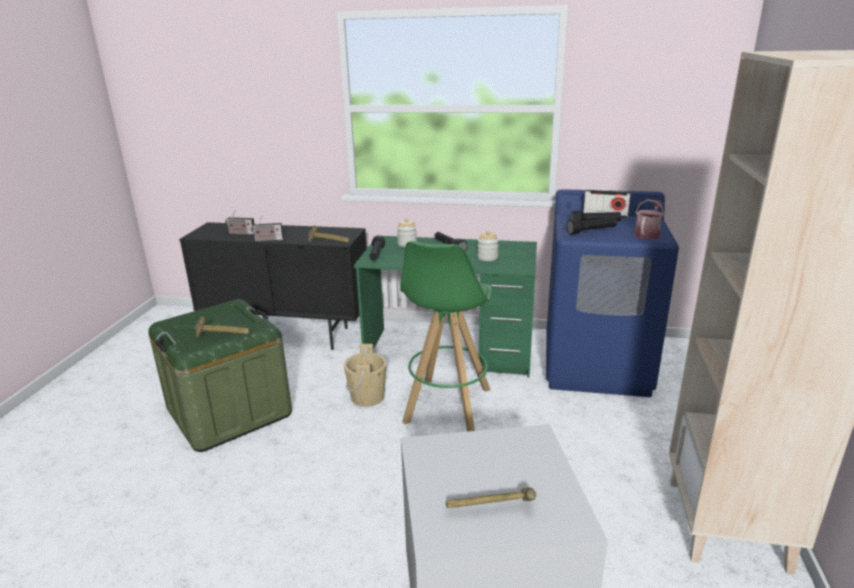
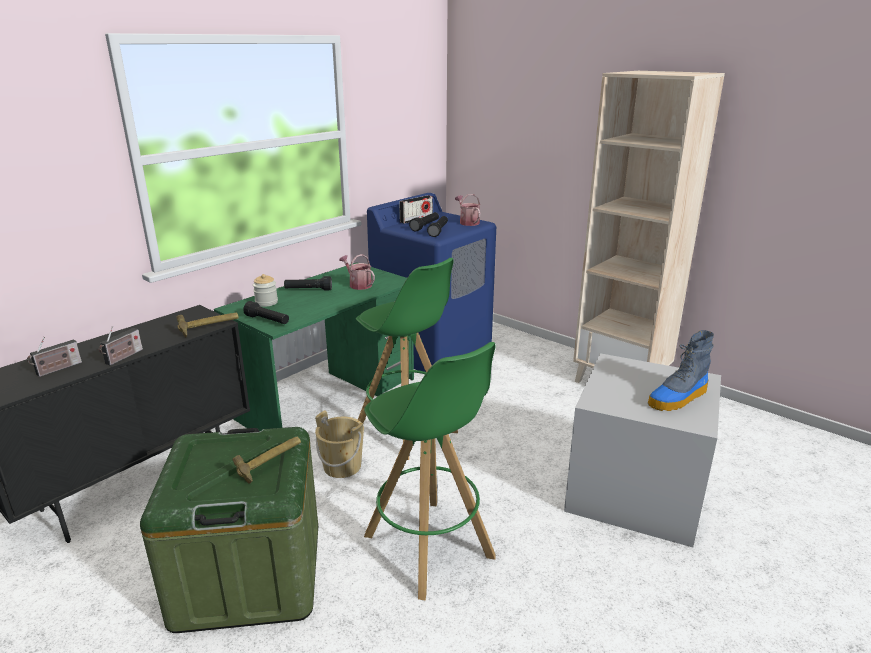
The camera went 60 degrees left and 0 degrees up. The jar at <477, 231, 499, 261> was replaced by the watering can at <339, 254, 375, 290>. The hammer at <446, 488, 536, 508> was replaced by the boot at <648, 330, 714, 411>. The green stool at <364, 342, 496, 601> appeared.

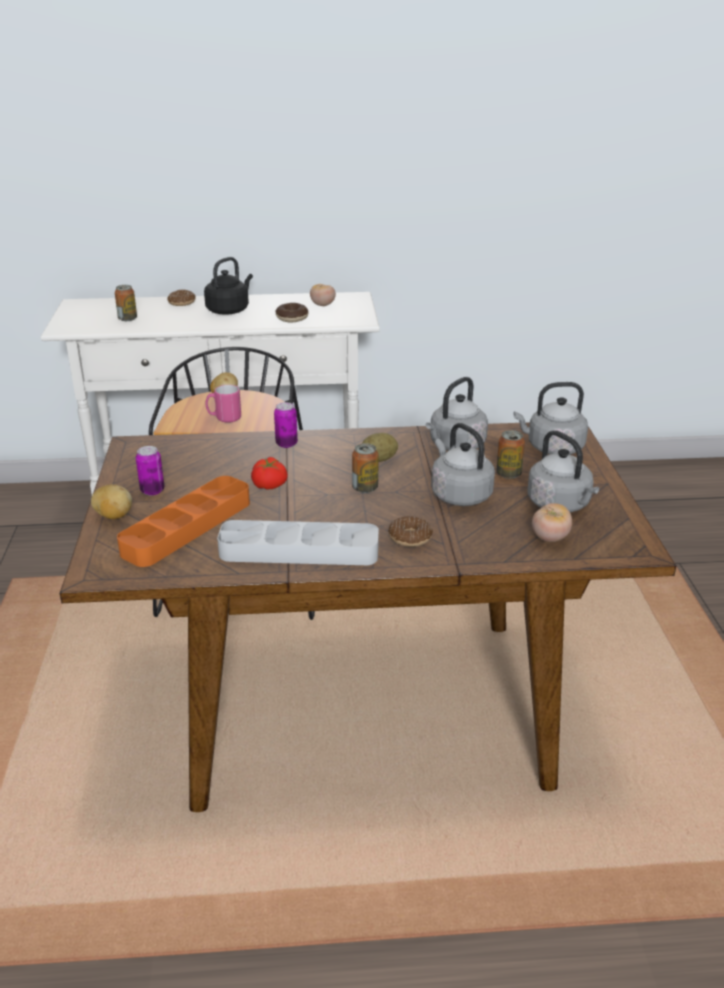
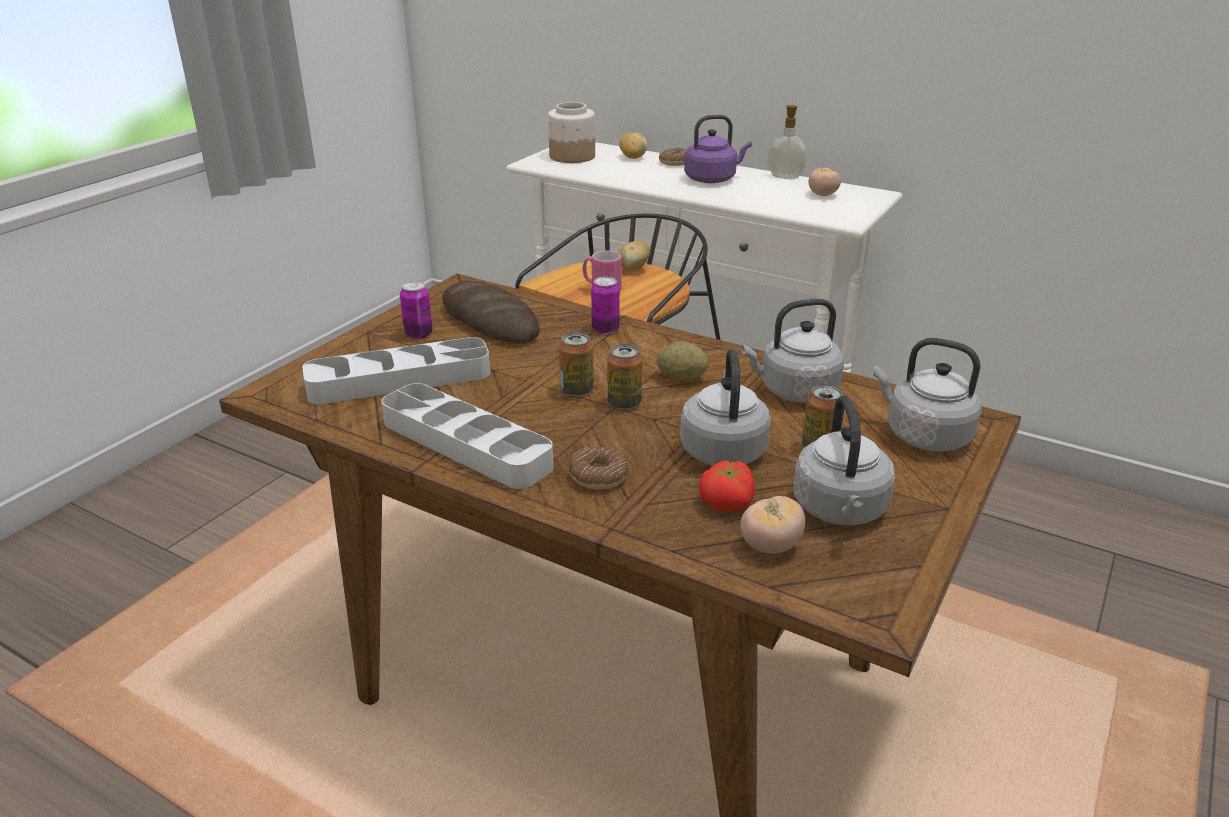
The camera went 35 degrees right and 0 degrees up. The black kettle at <204, 257, 253, 315> became the purple kettle at <684, 115, 752, 183>. The can moved from <115, 285, 137, 321> to <559, 332, 594, 396>. The donut at <275, 303, 308, 323> disappeared. The tomato moved from <251, 457, 288, 489> to <699, 460, 755, 511>. The orange tray at <117, 476, 250, 567> became the grey tray at <303, 337, 490, 404>. The potato moved from <91, 484, 132, 519> to <619, 132, 648, 159>. The jar at <548, 102, 595, 163> appeared. The soap dispenser at <768, 105, 807, 179> appeared. The bread at <442, 281, 540, 344> appeared.

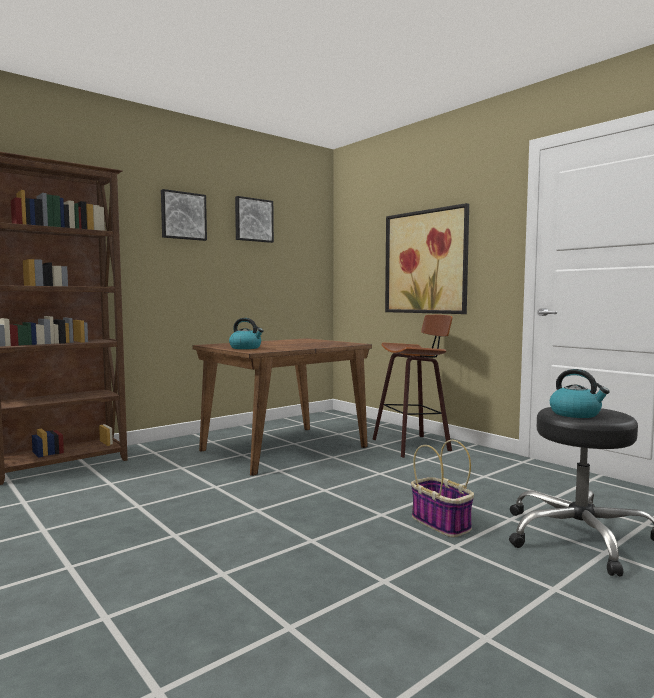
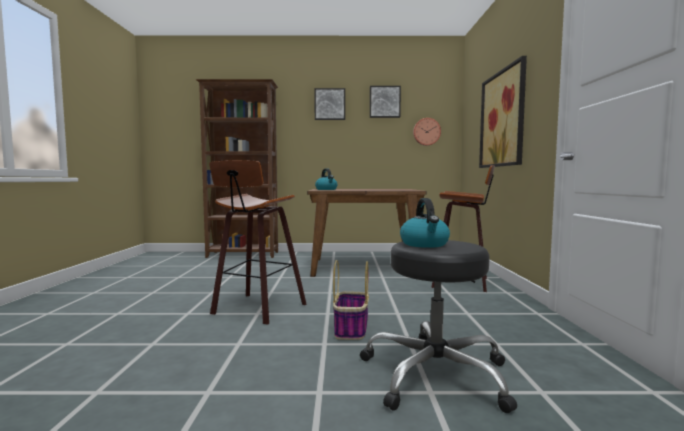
The camera went 40 degrees right and 0 degrees up. The wall clock at <413, 118, 441, 146> appeared. The stool at <209, 160, 307, 325> appeared.

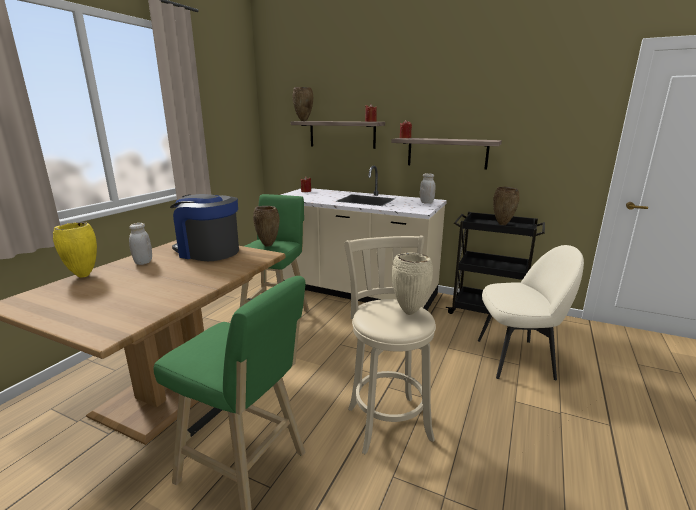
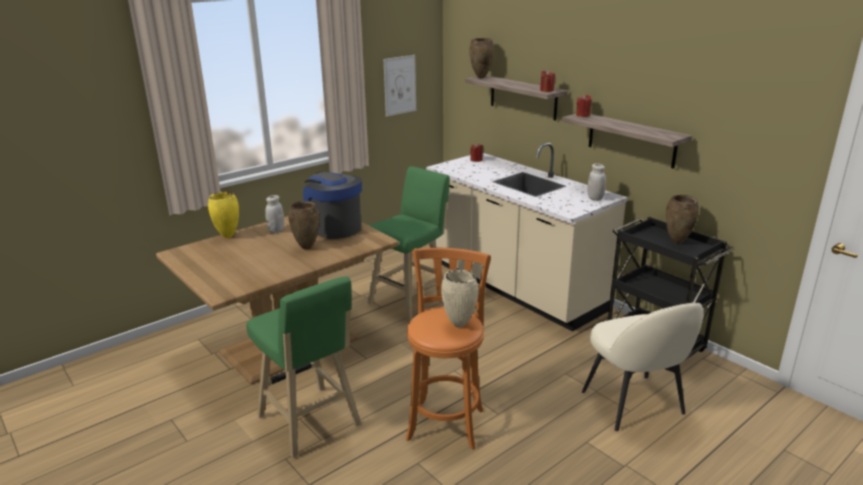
The camera went 25 degrees right and 5 degrees up. The brown vase moved from <253, 206, 280, 247> to <288, 201, 320, 249>. The beige stool at <344, 235, 436, 454> became the orange stool at <406, 248, 491, 450>. The beige chair at <478, 245, 584, 380> turned 45 degrees clockwise. The picture at <383, 55, 416, 117> appeared.

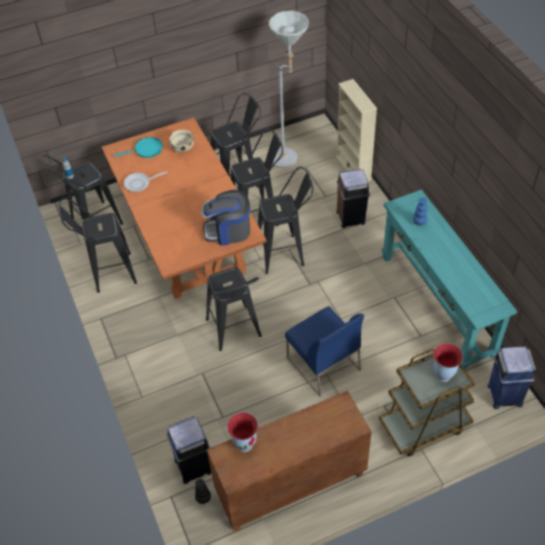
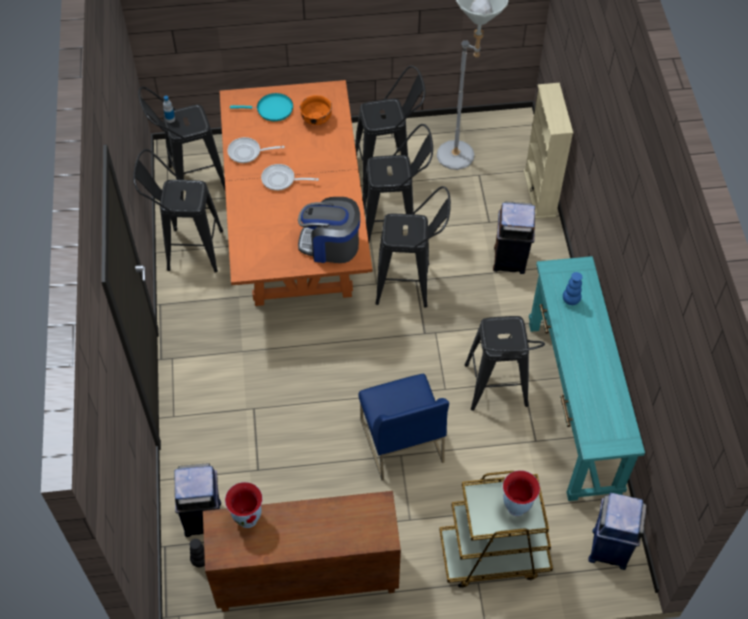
The camera went 15 degrees right and 5 degrees up. The beige bowl at <169, 130, 194, 153> became the orange bowl at <300, 95, 332, 125>. The black stool moved from <206, 267, 262, 351> to <465, 316, 545, 411>. The frying pan at <261, 164, 319, 191> appeared.

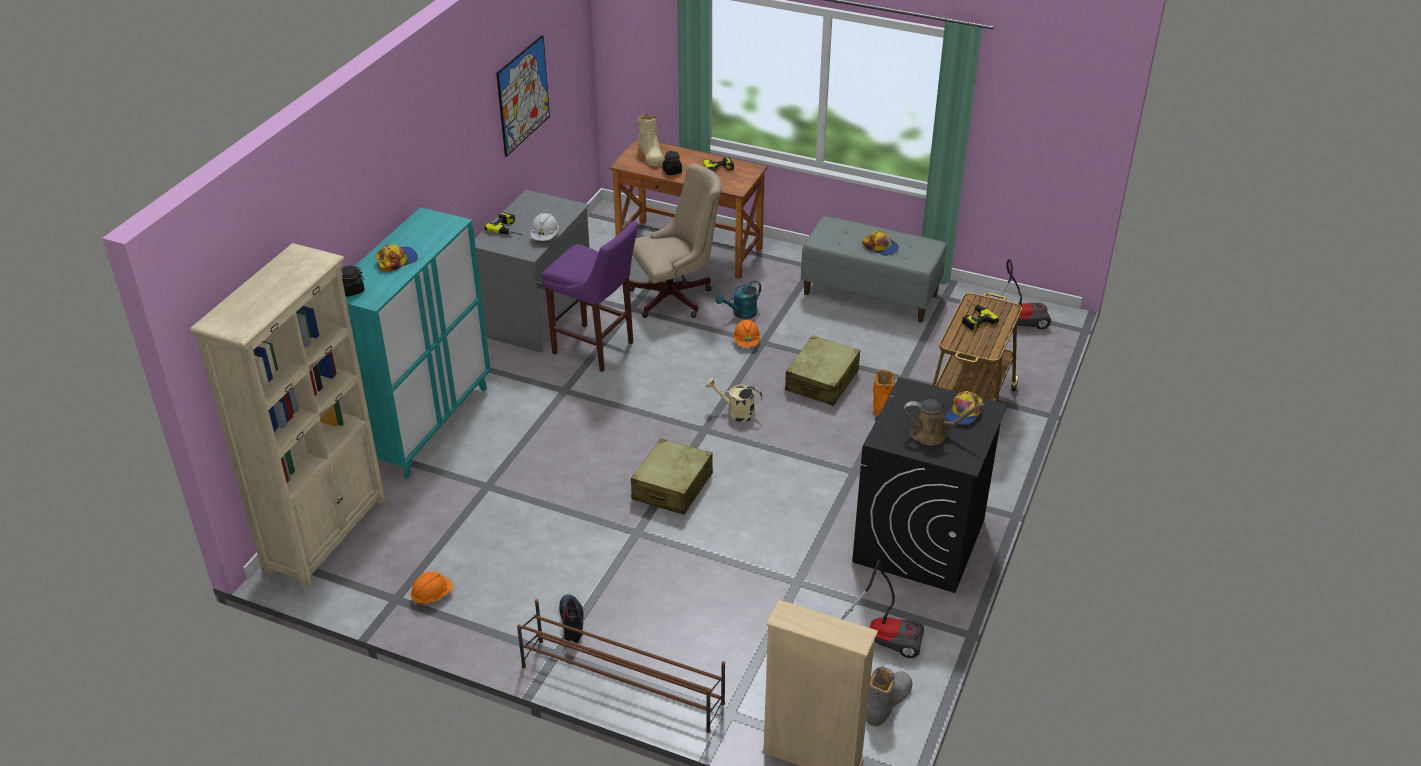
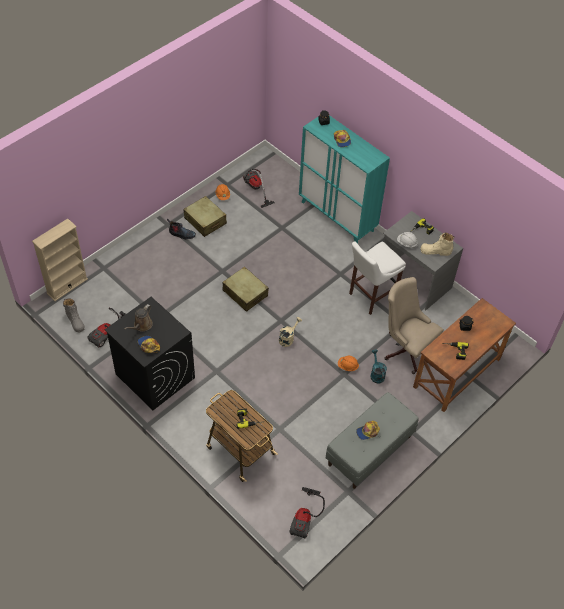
The camera went 110 degrees right and 15 degrees up. The picture at <496, 35, 550, 157> disappeared. The beige boot moved from <638, 114, 664, 166> to <421, 232, 455, 256>. The beige office chair at <629, 163, 722, 318> turned 135 degrees clockwise. The purple stool at <542, 221, 638, 372> became the white stool at <349, 241, 406, 315>. The beige bookcase at <190, 243, 387, 590> disappeared. The beige suitcase moved from <785, 335, 860, 406> to <183, 196, 227, 237>. The orange boot at <873, 370, 895, 417> disappeared. The brown shoe rack at <517, 599, 725, 733> disappeared. The vacuum cleaner at <243, 169, 275, 208> appeared.

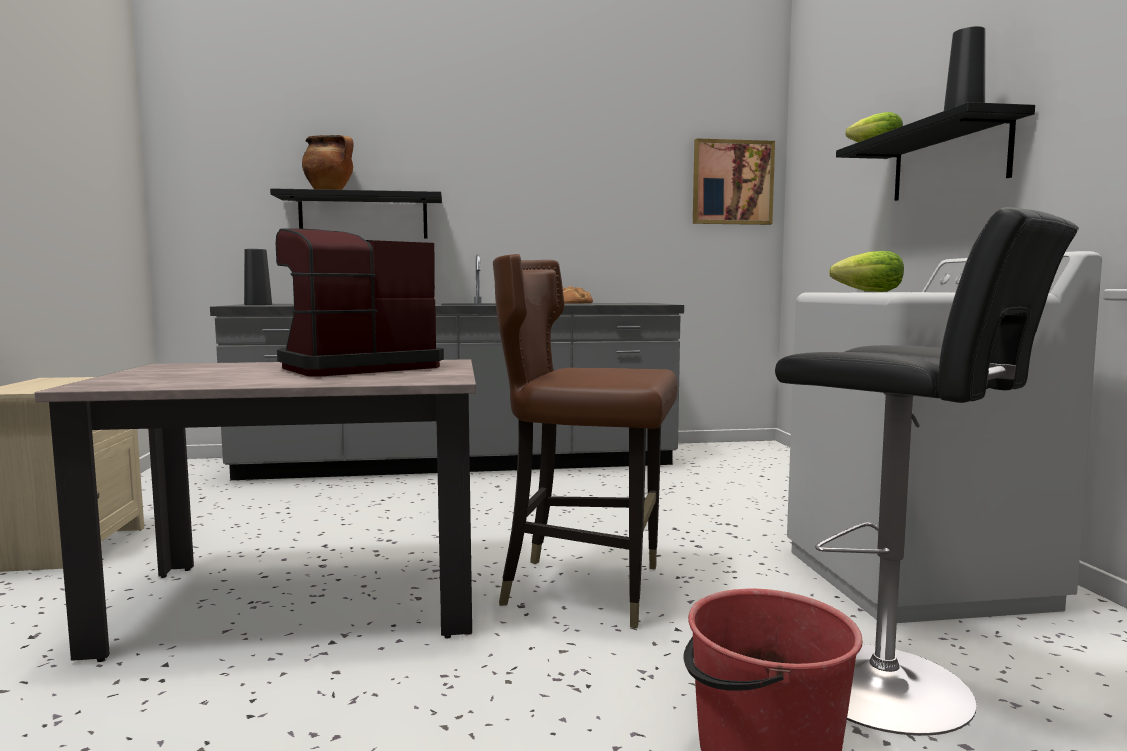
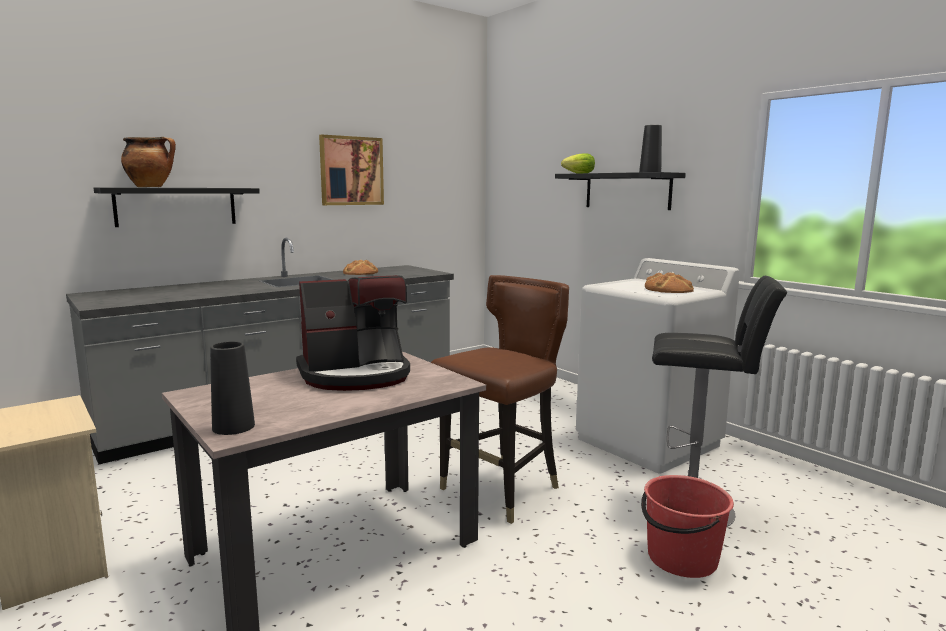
The camera went 30 degrees left and 5 degrees up. The picture moved from <693, 138, 775, 225> to <319, 134, 384, 205>. The coffee machine at <276, 228, 444, 377> turned 135 degrees counterclockwise. The black vase moved from <244, 249, 272, 305> to <210, 341, 255, 435>. The lettuce at <829, 251, 904, 292> disappeared. The brown chair at <493, 254, 678, 628> turned 150 degrees clockwise. The bread at <645, 272, 694, 293> appeared.

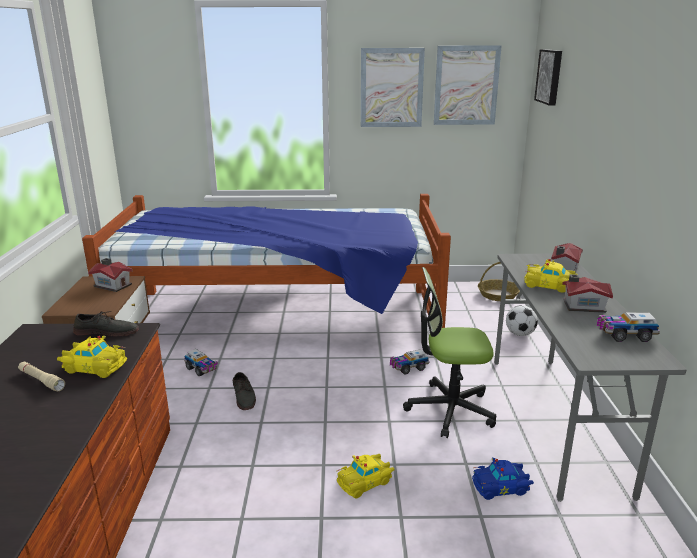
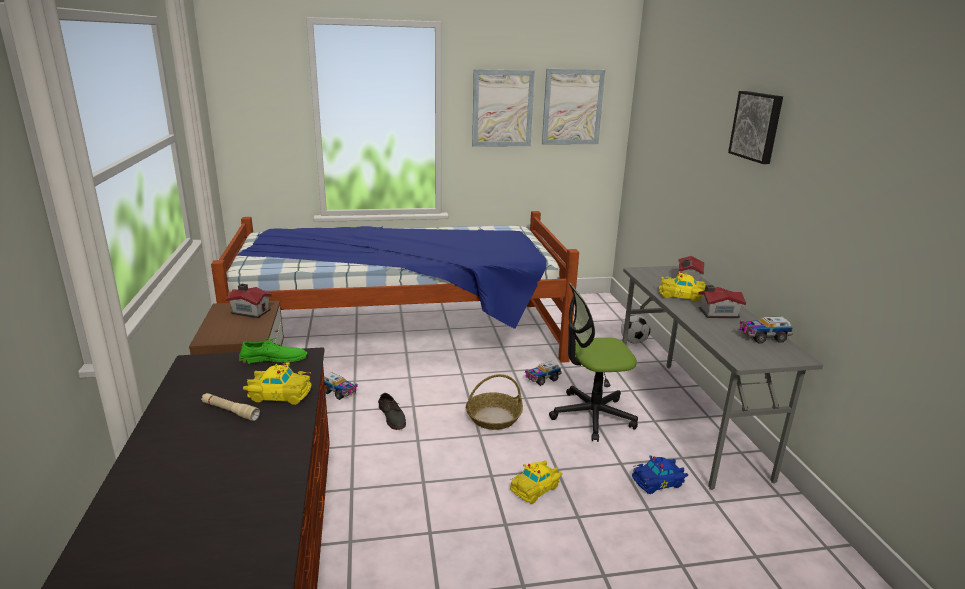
The camera went 10 degrees left and 0 degrees up. The picture moved from <534, 49, 562, 106> to <728, 91, 783, 164>. The basket moved from <478, 262, 520, 301> to <466, 374, 523, 430>. The grey shoe at <73, 311, 139, 337> became the green shoe at <239, 338, 307, 364>.

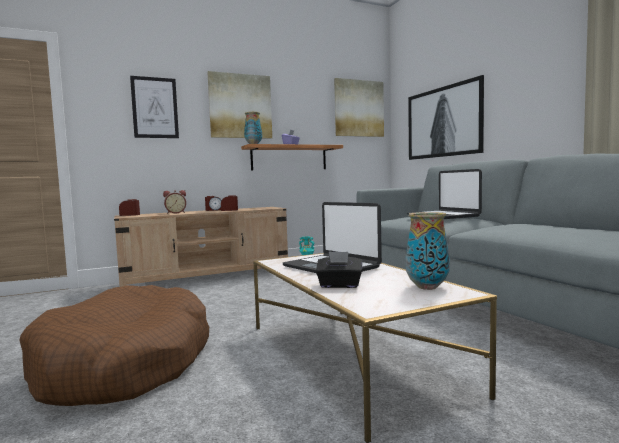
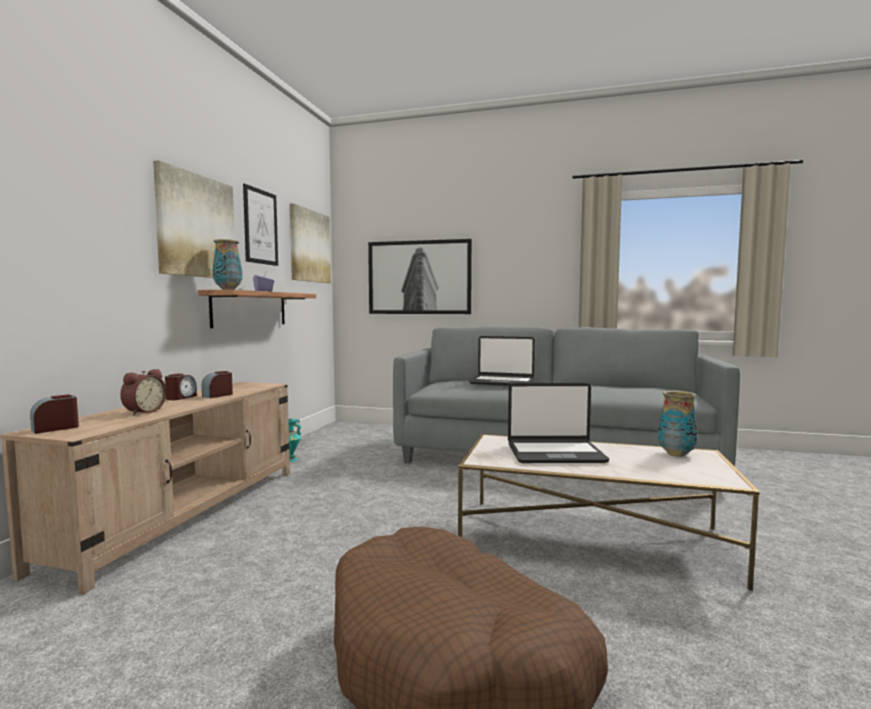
The camera went 50 degrees left and 0 degrees up. The picture moved from <130, 76, 179, 138> to <243, 184, 278, 266>. The black tissue box at <316, 251, 362, 288> disappeared.

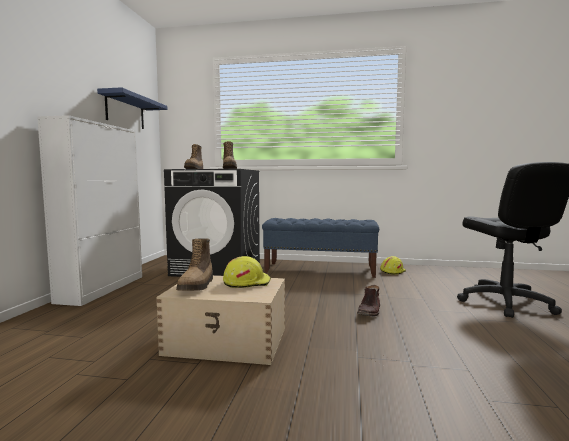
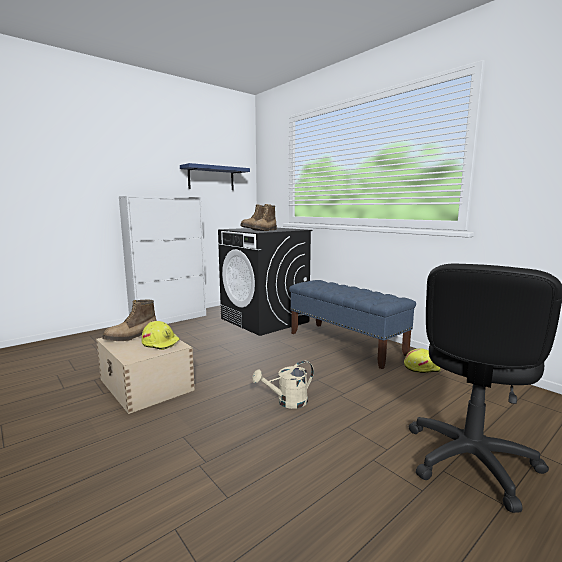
The camera went 40 degrees right and 5 degrees up. The brown boot at <357, 285, 380, 317> was replaced by the beige watering can at <252, 361, 314, 409>.

